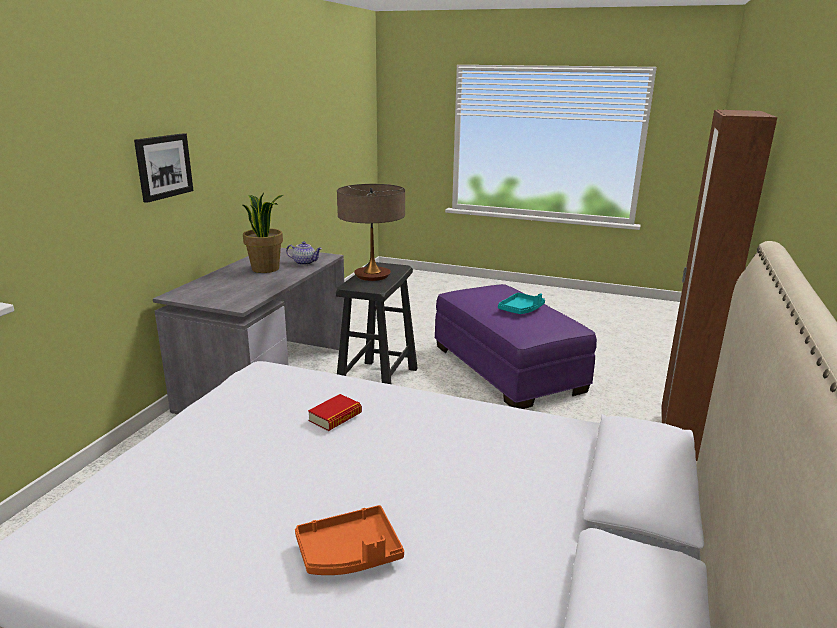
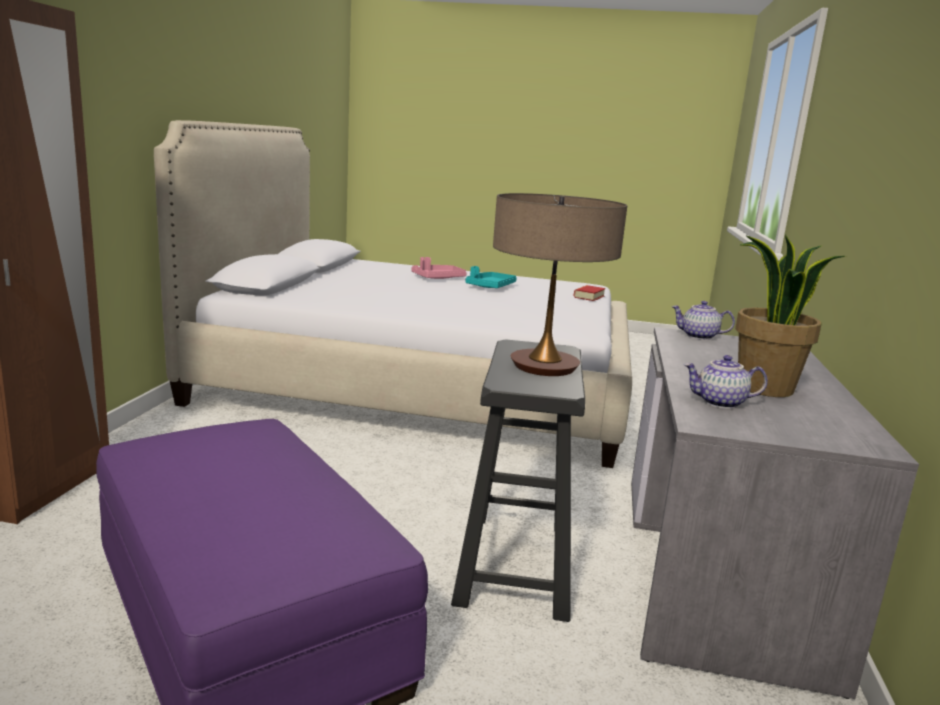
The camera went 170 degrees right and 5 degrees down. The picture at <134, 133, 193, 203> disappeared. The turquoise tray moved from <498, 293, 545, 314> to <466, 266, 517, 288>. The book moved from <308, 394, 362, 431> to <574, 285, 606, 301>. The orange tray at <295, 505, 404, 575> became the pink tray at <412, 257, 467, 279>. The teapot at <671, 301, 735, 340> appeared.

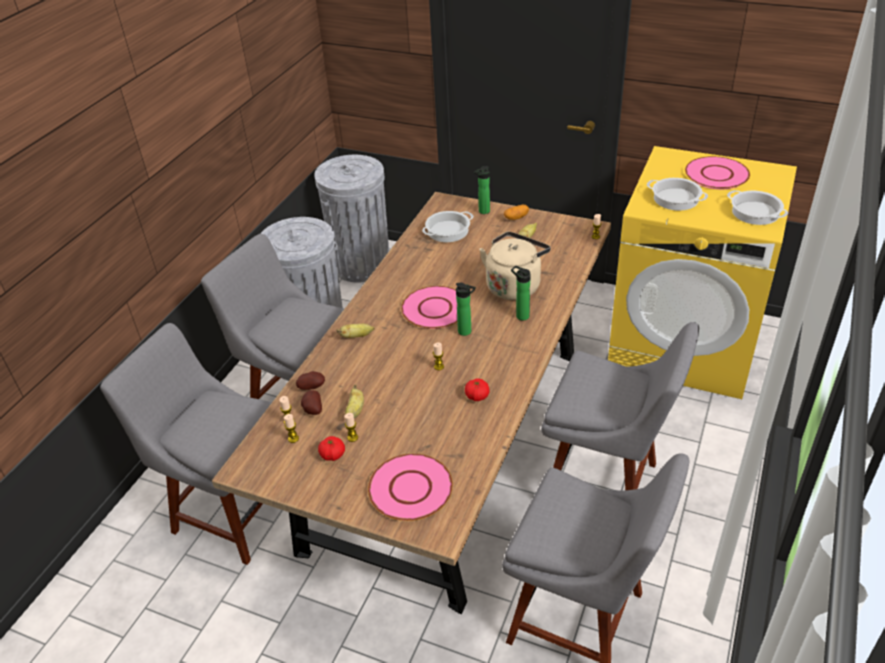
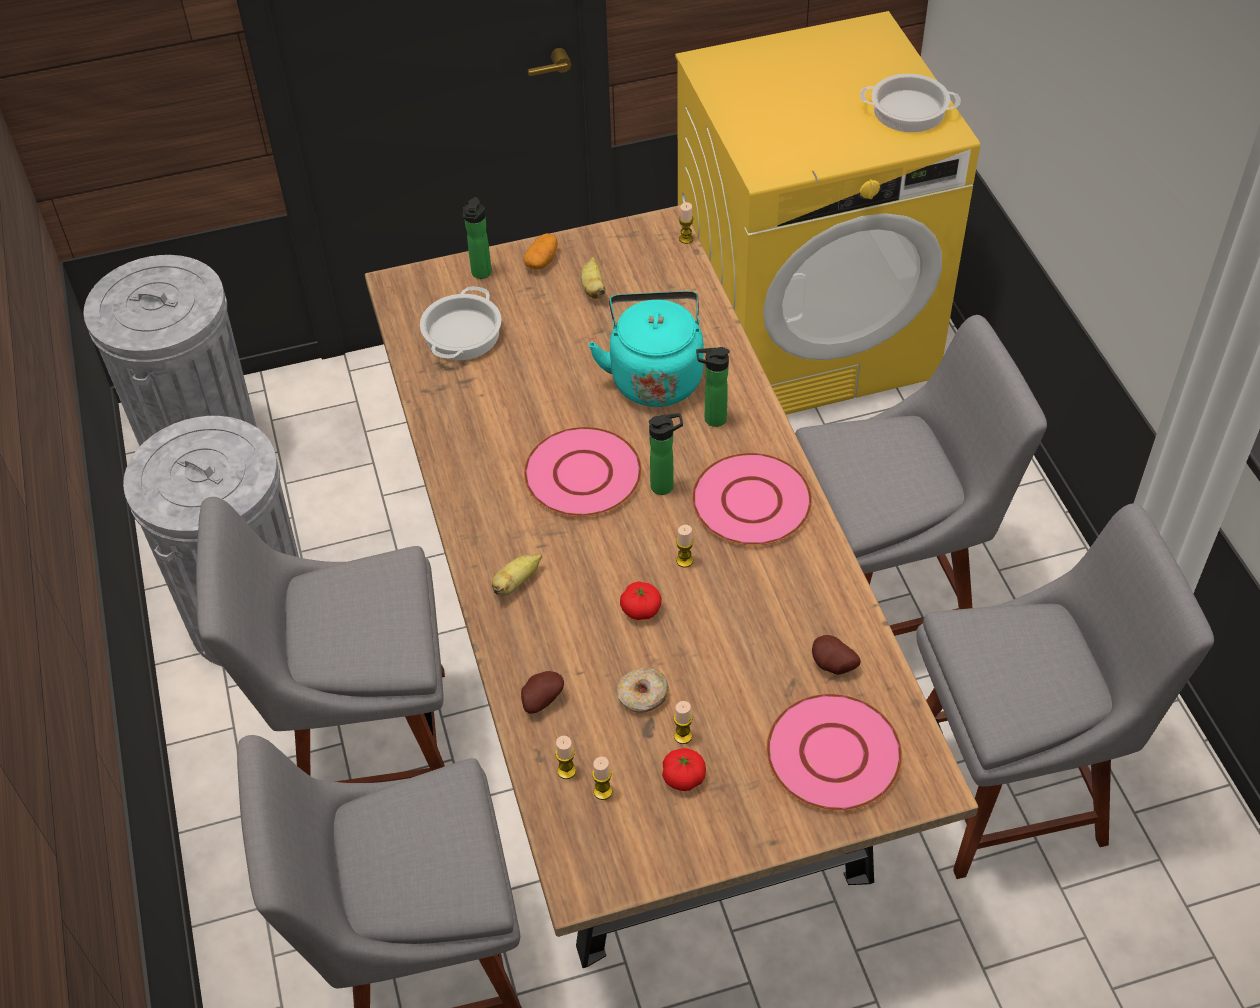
The camera went 40 degrees left and 10 degrees up. The pink plate moved from <685, 156, 750, 189> to <692, 453, 812, 545>. The cooking pot at <647, 178, 708, 210> disappeared. The beige kettle at <479, 232, 551, 300> became the turquoise kettle at <588, 291, 704, 407>. The tomato moved from <465, 379, 489, 401> to <620, 581, 662, 620>. The banana at <345, 385, 364, 418> was replaced by the donut at <617, 667, 669, 713>. The potato moved from <301, 390, 322, 415> to <812, 635, 861, 675>.

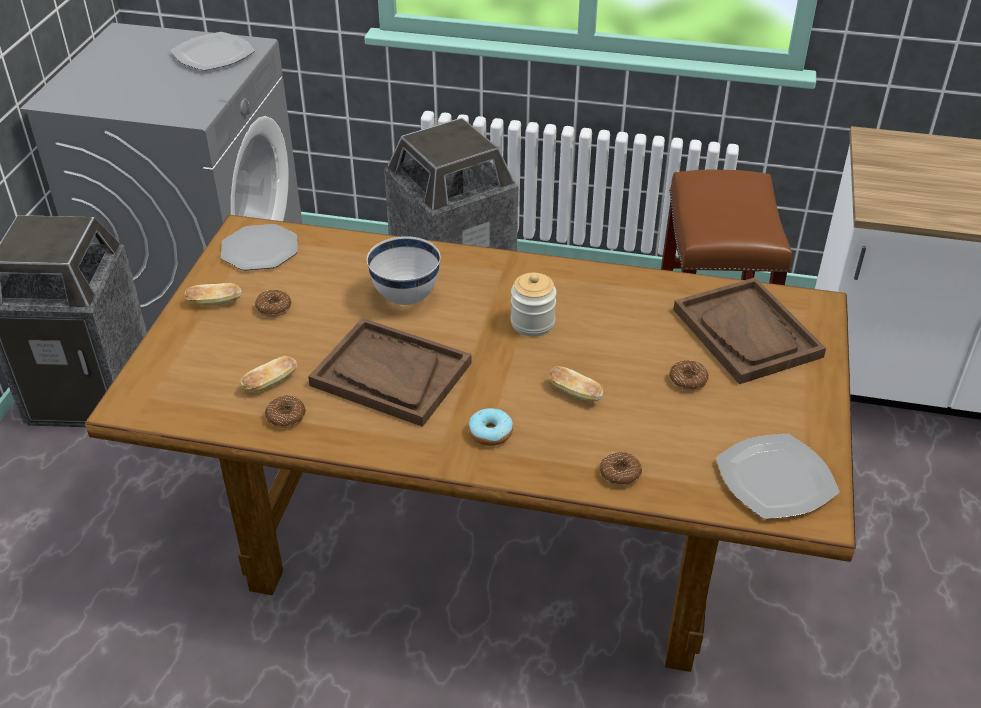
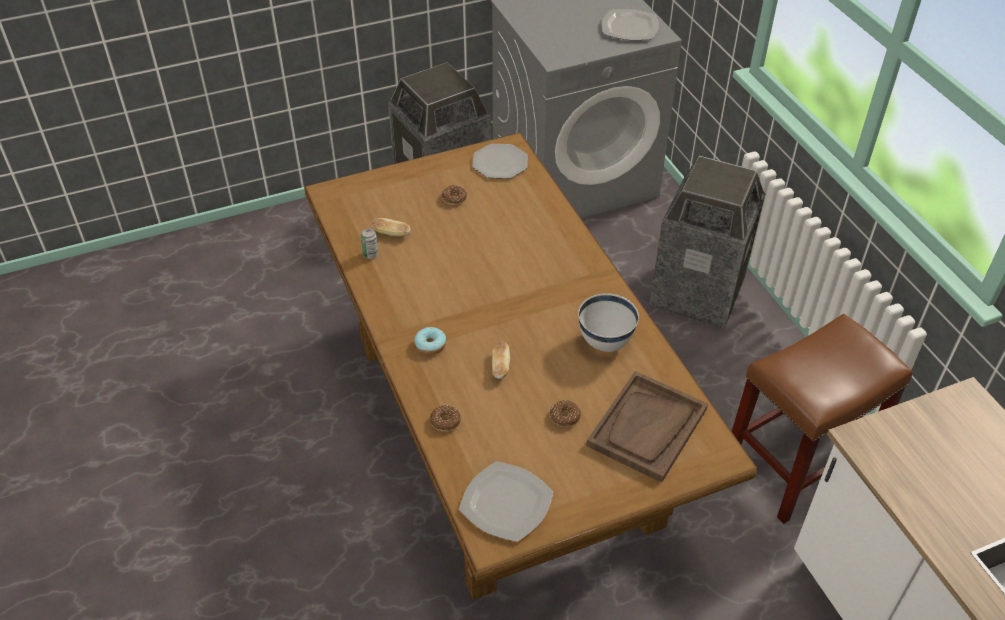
The camera went 55 degrees right and 5 degrees up. The white bowl moved from <367, 236, 441, 305> to <578, 293, 639, 352>. The jar at <511, 273, 557, 336> disappeared. The bread at <185, 283, 241, 306> disappeared. The brown tray at <308, 318, 471, 427> disappeared. The donut at <265, 395, 306, 428> was replaced by the can at <361, 228, 378, 259>.

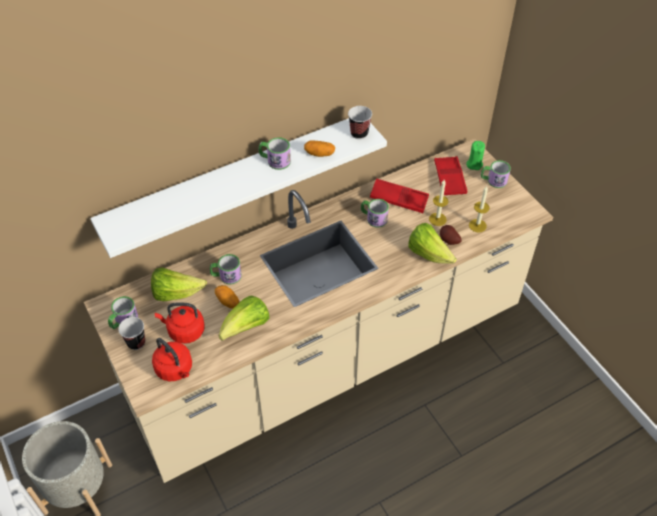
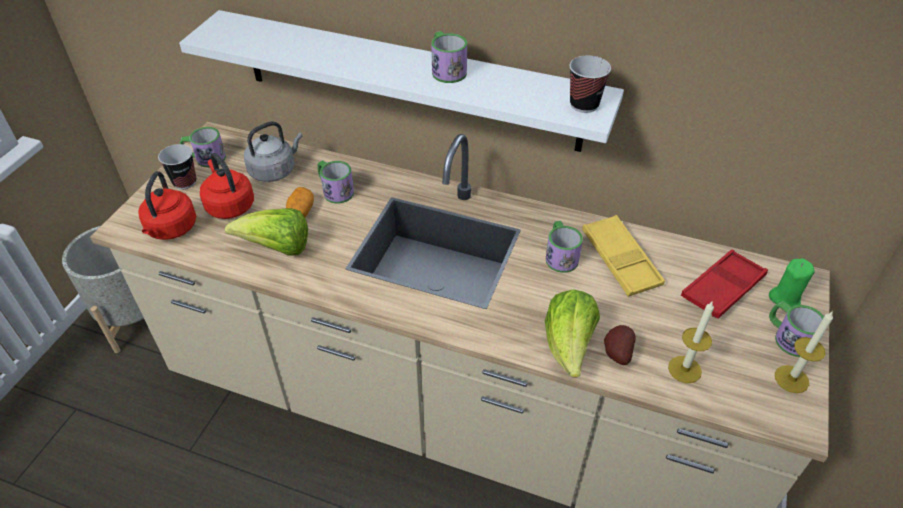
The camera went 50 degrees right and 5 degrees down. The potato at <304, 141, 335, 157> disappeared. The red tray at <370, 179, 429, 213> became the yellow tray at <582, 215, 665, 297>. The candle moved from <429, 180, 448, 226> to <775, 311, 833, 393>. The lettuce at <151, 267, 207, 301> was replaced by the grey kettle at <244, 121, 303, 182>.

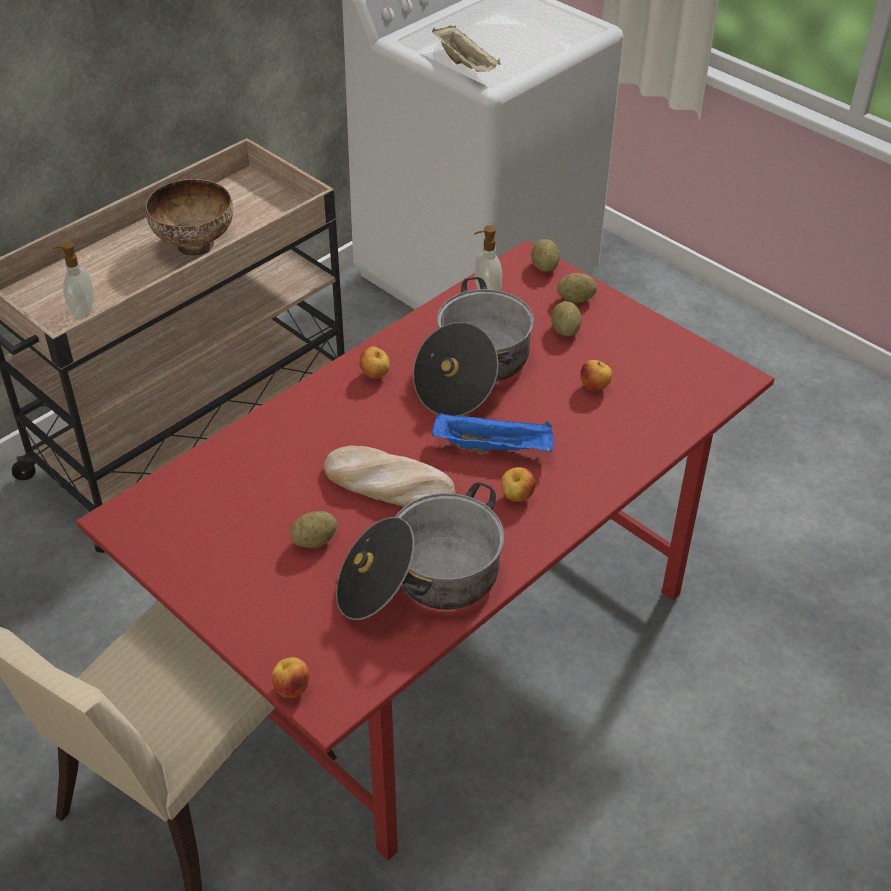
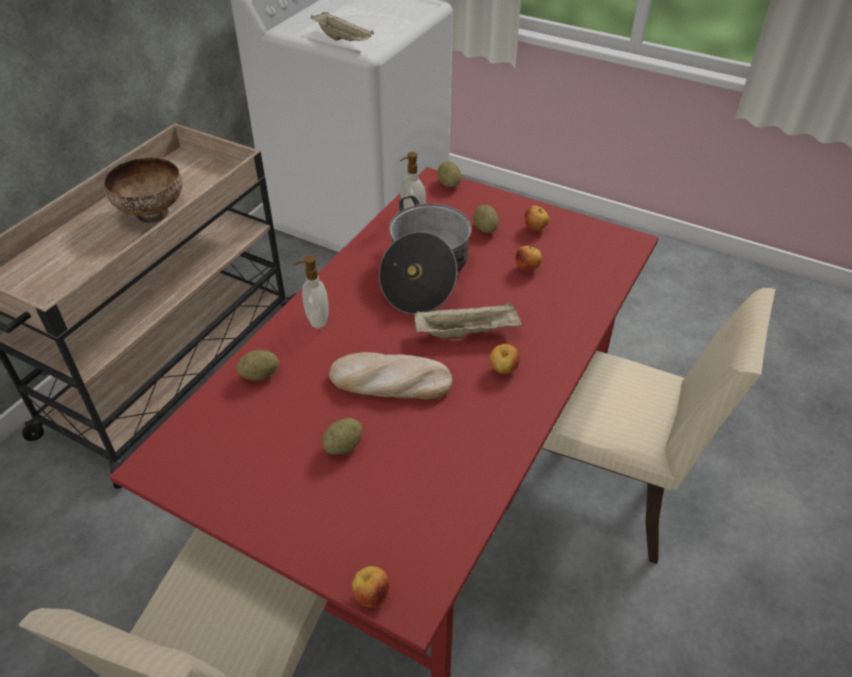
The camera went 15 degrees left and 0 degrees up. The soap dispenser moved from <52, 242, 94, 319> to <294, 255, 329, 328>. The potato moved from <557, 273, 597, 303> to <236, 350, 279, 381>. The apple moved from <359, 346, 390, 379> to <524, 205, 549, 231>. The blue tray at <432, 412, 554, 454> became the beige tray at <414, 301, 522, 339>. The cooking pot at <336, 482, 504, 620> disappeared. The beige chair at <506, 288, 775, 564> appeared.

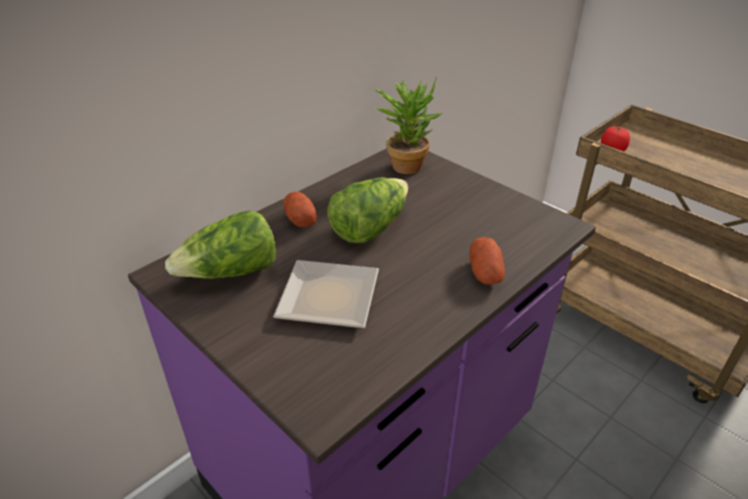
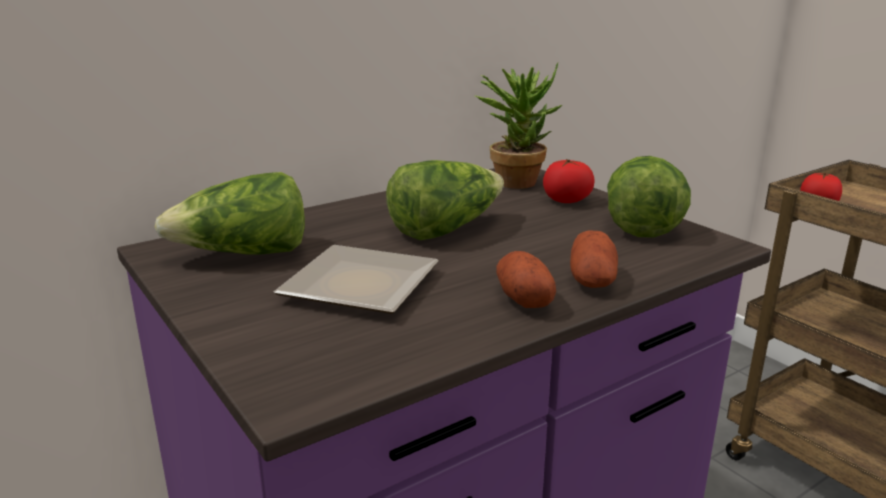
The camera went 10 degrees right and 15 degrees down. The potato moved from <283, 192, 317, 227> to <496, 251, 556, 308>. The lettuce at <607, 156, 691, 238> appeared. The tomato at <543, 159, 595, 203> appeared.

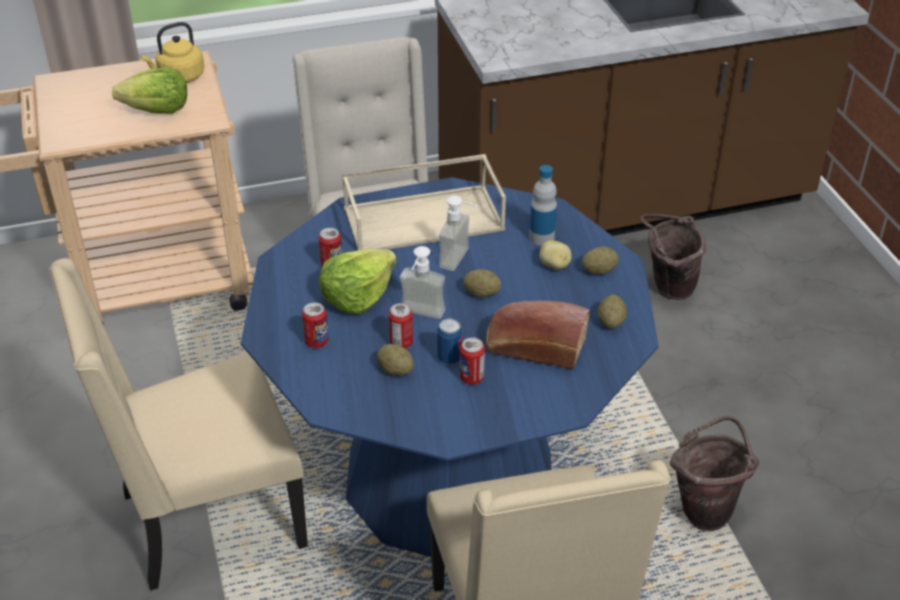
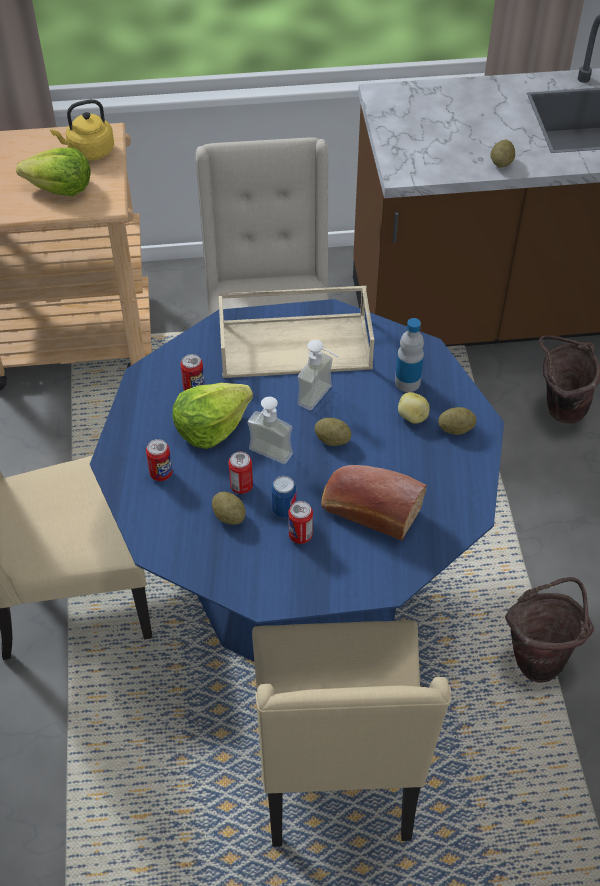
The camera went 10 degrees right and 10 degrees up. The potato moved from <597, 294, 627, 329> to <491, 140, 515, 168>.

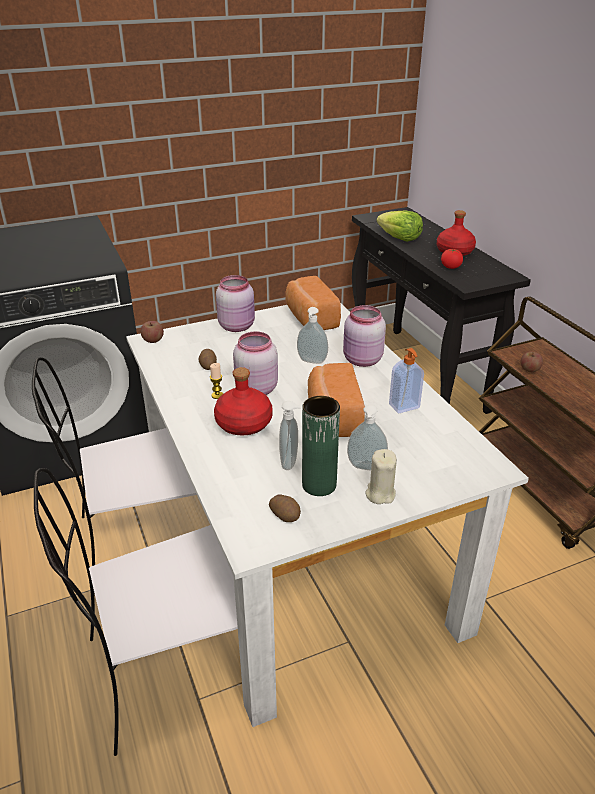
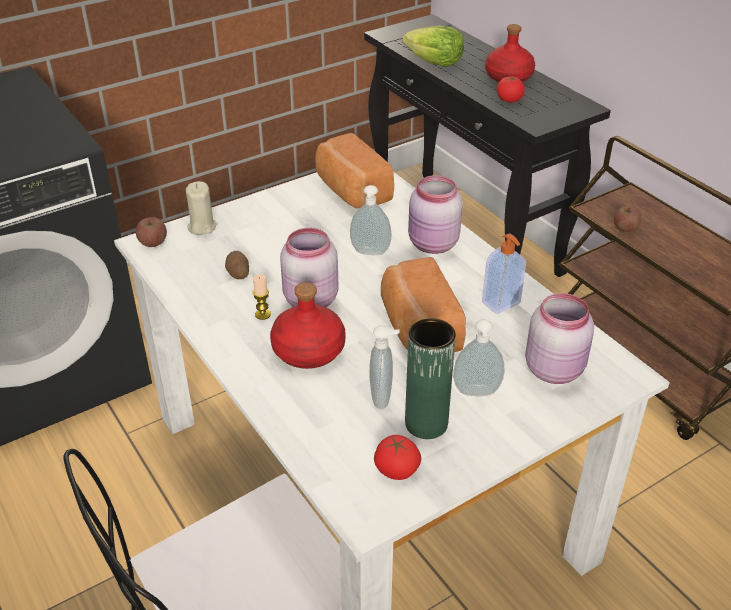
The camera went 10 degrees left and 5 degrees up. The pink jar moved from <216, 275, 255, 332> to <525, 293, 594, 384>. The white chair at <32, 357, 197, 596> disappeared. The beige candle moved from <365, 449, 397, 504> to <186, 181, 216, 235>. The potato at <269, 494, 301, 522> was replaced by the tomato at <374, 435, 421, 480>.

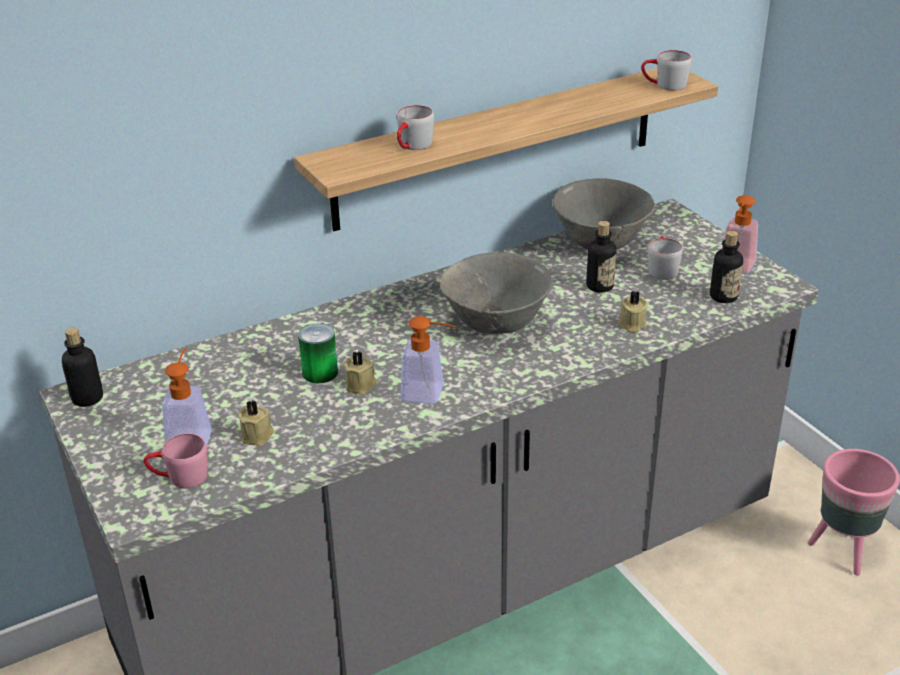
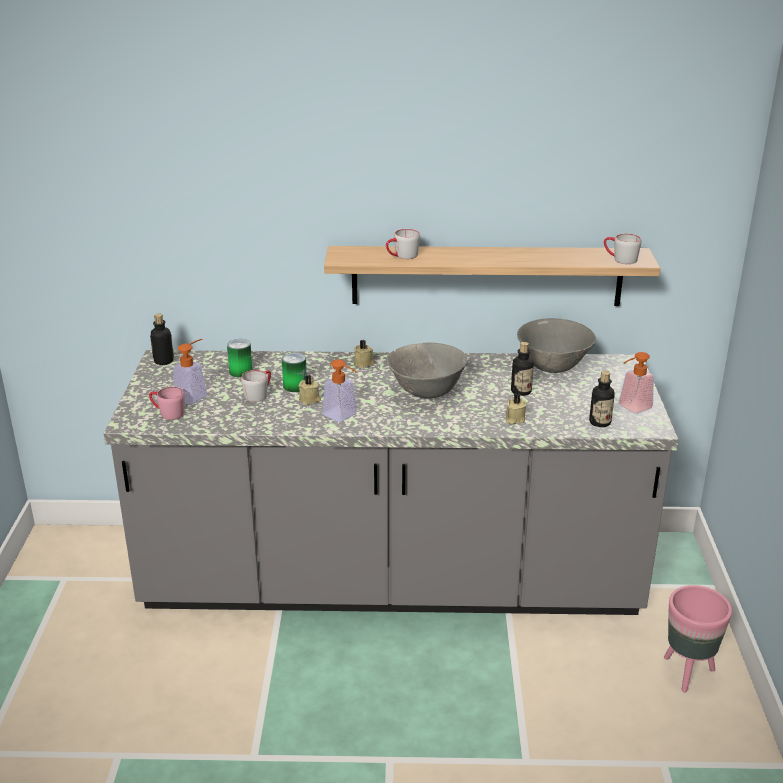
The camera went 30 degrees right and 5 degrees down. The grey mug moved from <648, 236, 683, 280> to <241, 370, 271, 402>. The beige candle moved from <238, 400, 275, 446> to <354, 340, 374, 368>. The can at <227, 339, 253, 377> appeared.

